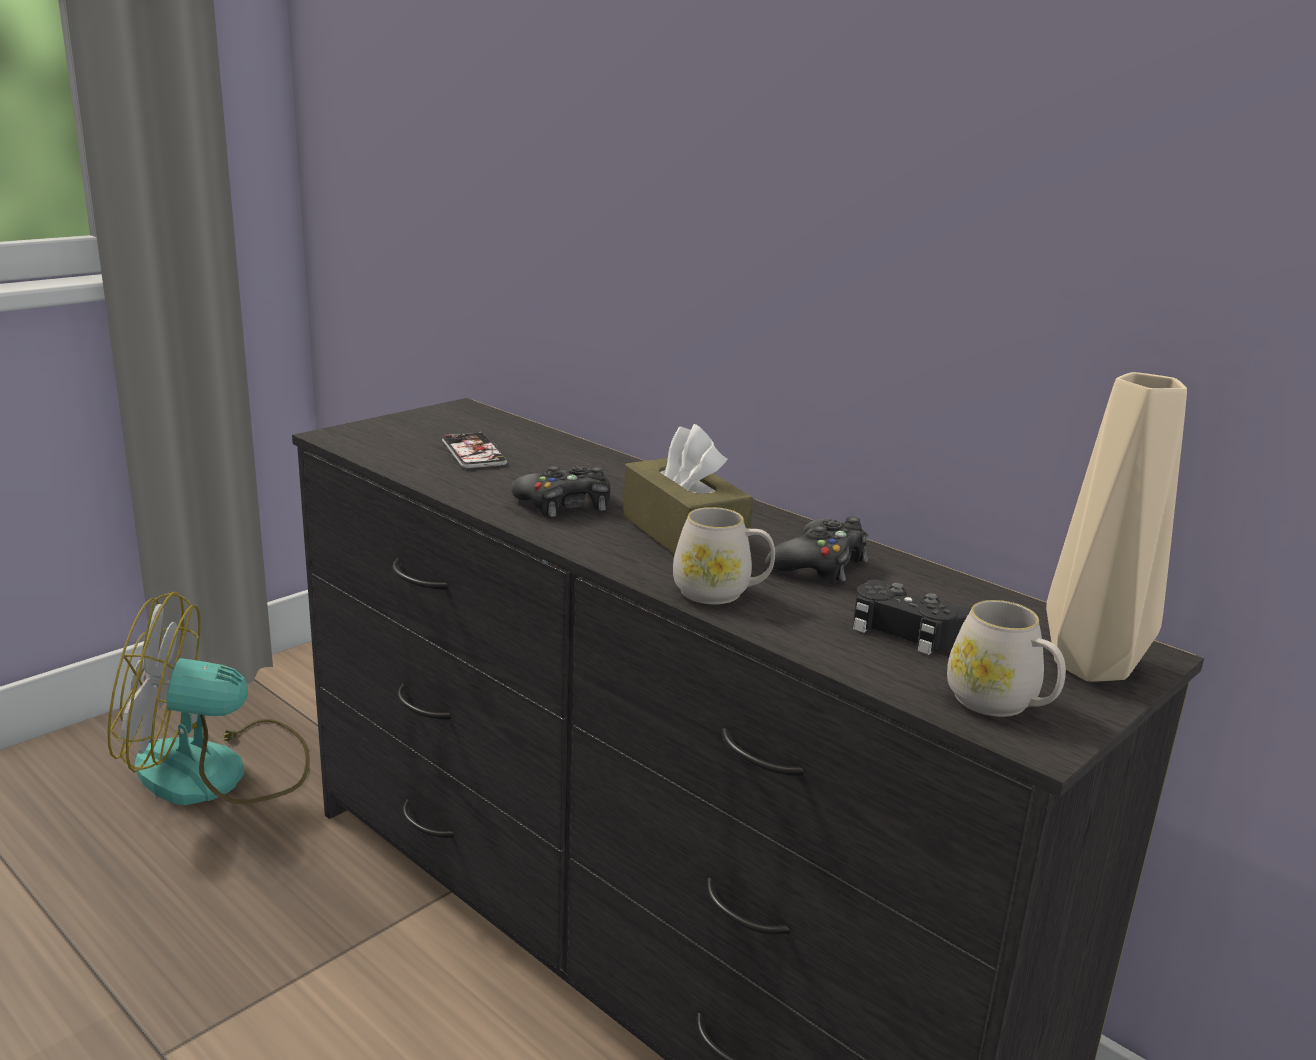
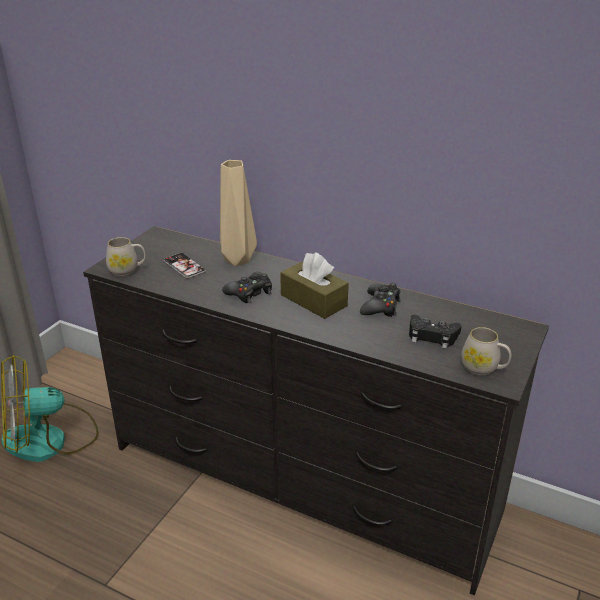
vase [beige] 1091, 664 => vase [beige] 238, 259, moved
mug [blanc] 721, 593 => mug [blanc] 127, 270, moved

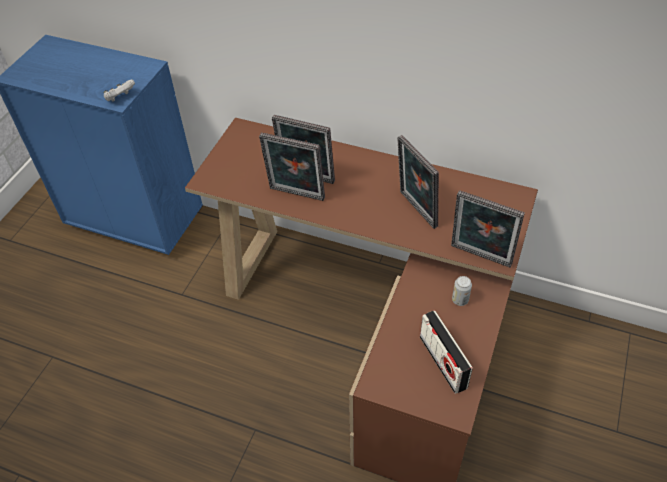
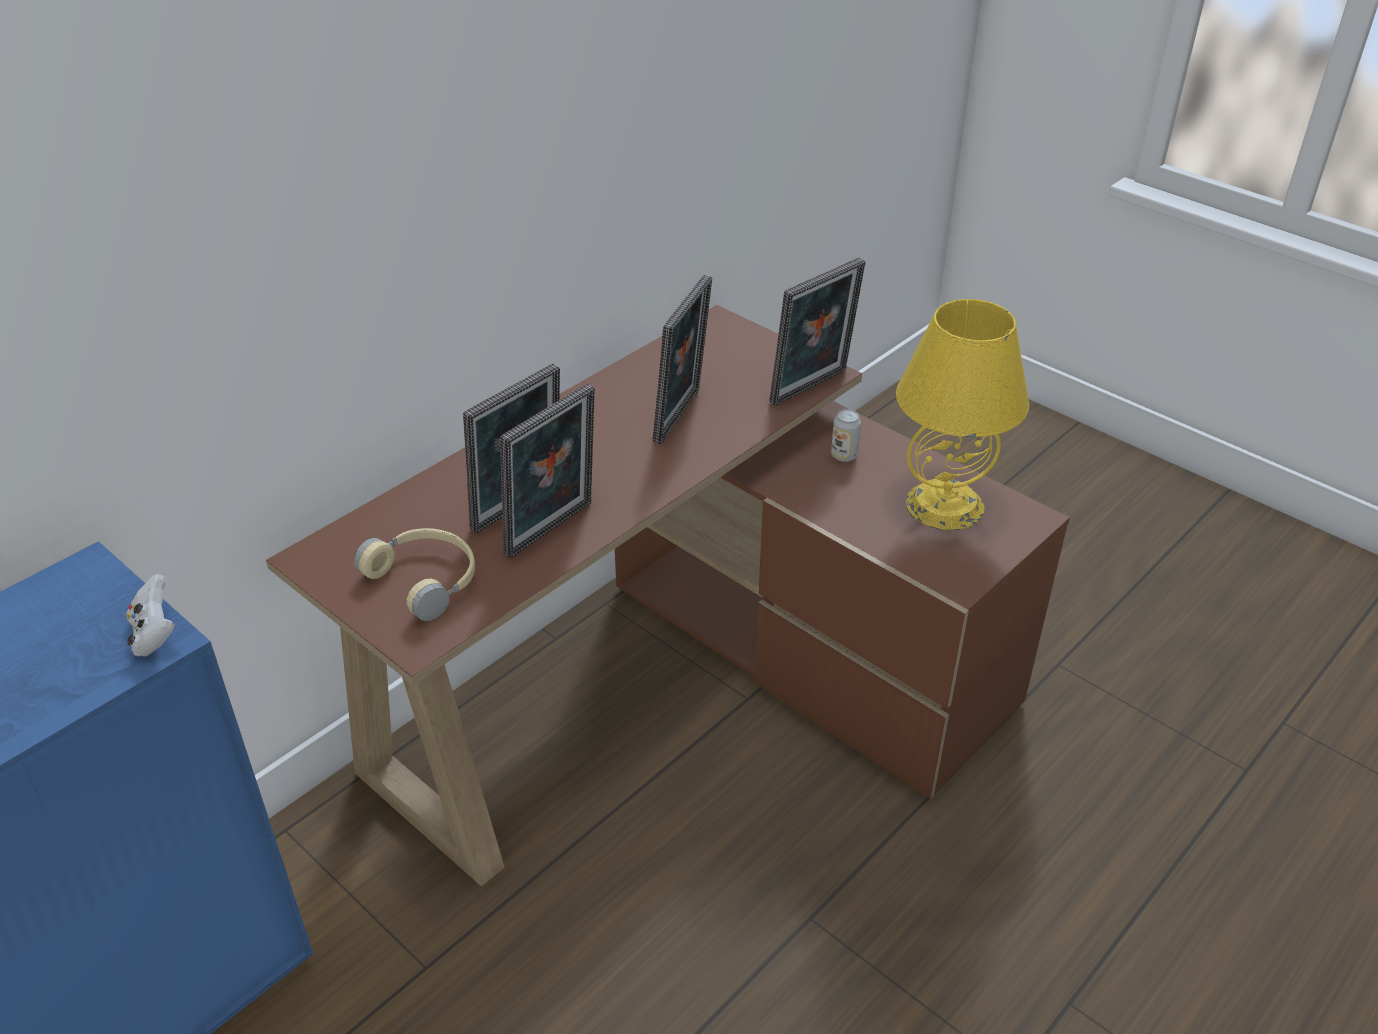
cadre photo 415, 210 => cadre photo 682, 417, 60 degrees counterclockwise
radio 443, 362 => lampe de table [jaune] 945, 504
nothing => casque audio [beige] 426, 579

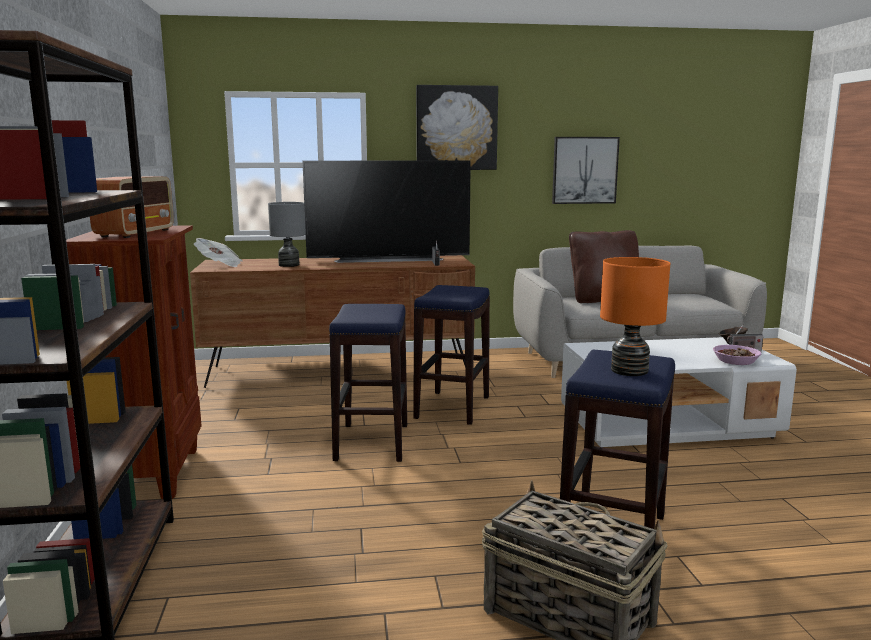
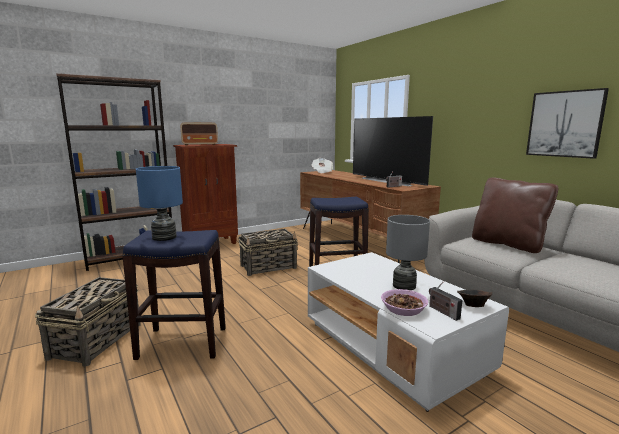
tableau 456, 128 => nothing
lampe de table [gris] 289, 265 => lampe de table [gris] 404, 286, moved
lampe de table [orange] 629, 371 => lampe de table [bleu] 164, 237
tabouret 372, 443 => panier 269, 267

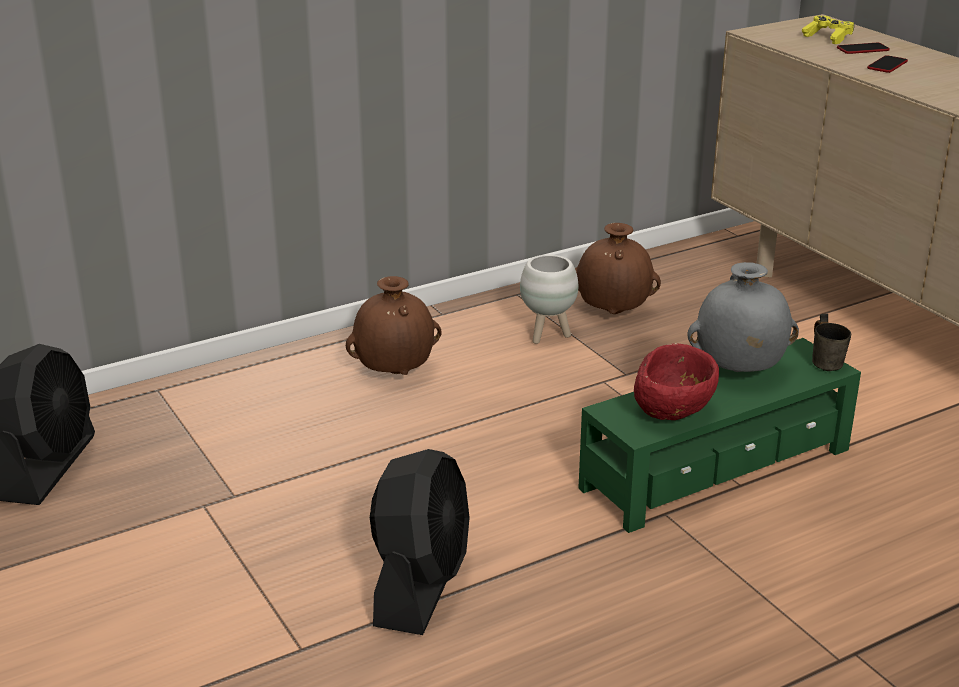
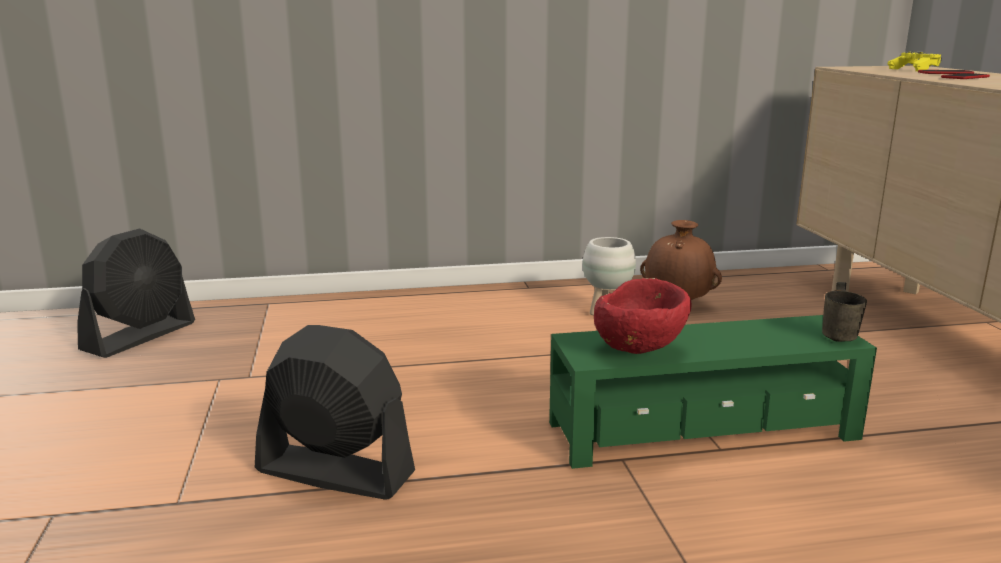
vase [gris] 738, 371 => nothing
vase [marron] 396, 372 => nothing
ventilateur [noir] 420, 584 => ventilateur [noir] 334, 472, 105 degrees counterclockwise

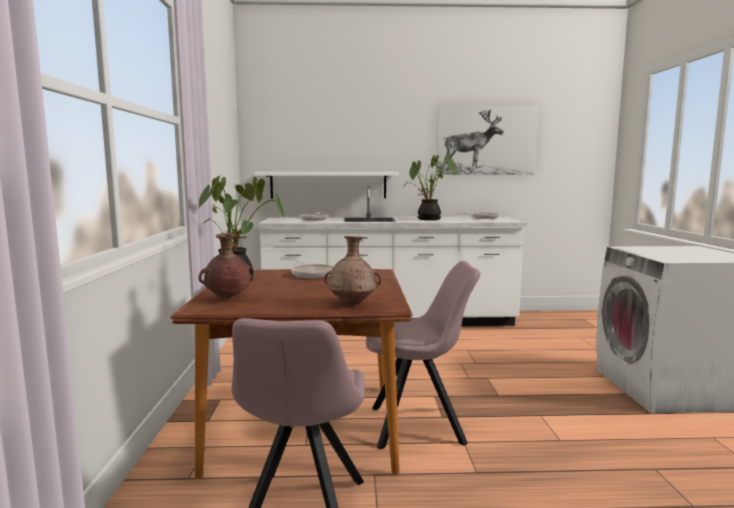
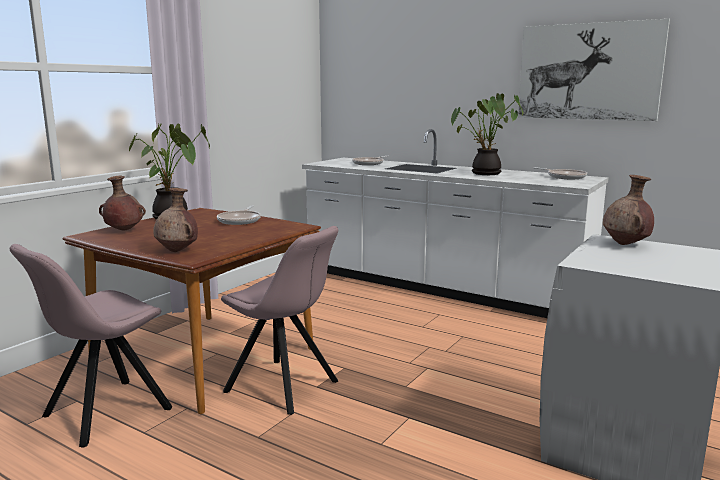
étagère [blanc] 328, 185 => nothing
nothing => vase [marron] 626, 244

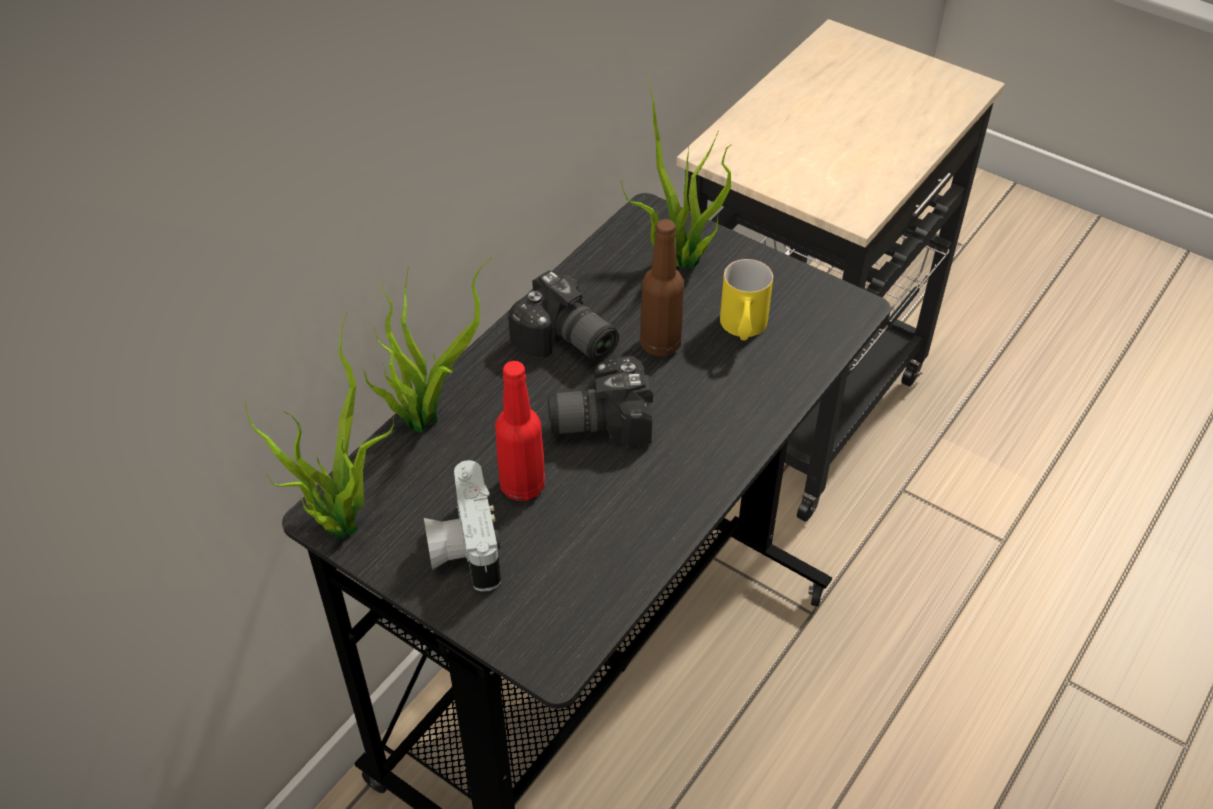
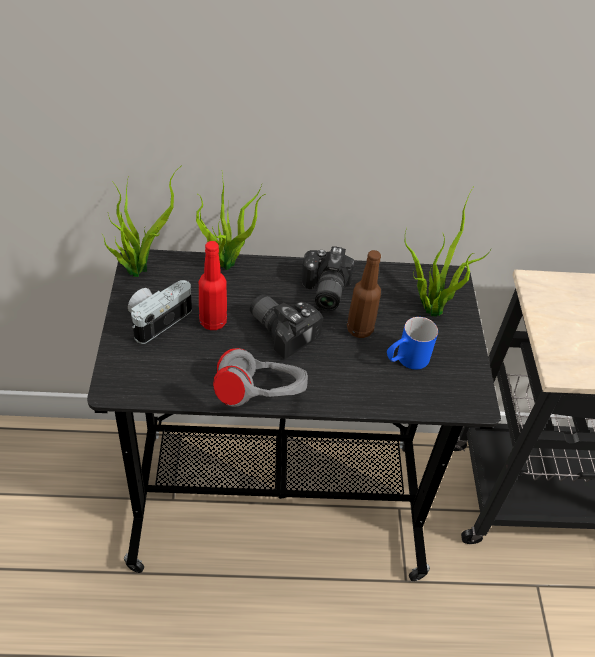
mug [jaune] 743, 330 => mug [bleu] 406, 360
nothing => casque audio [gris] 260, 397

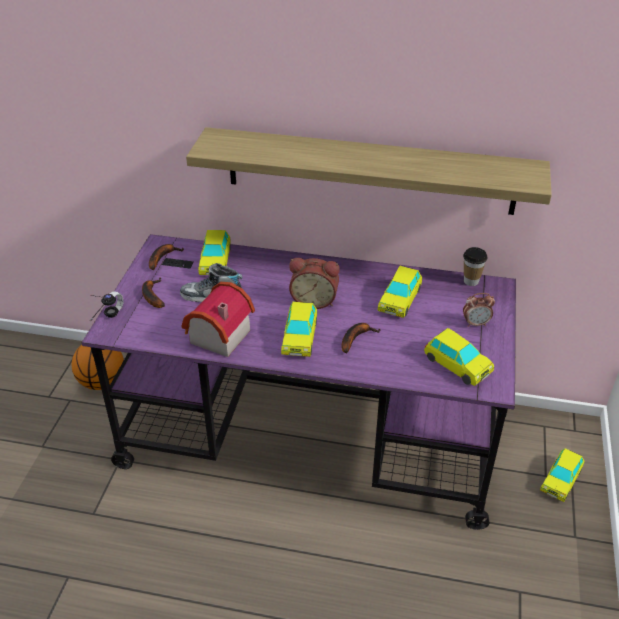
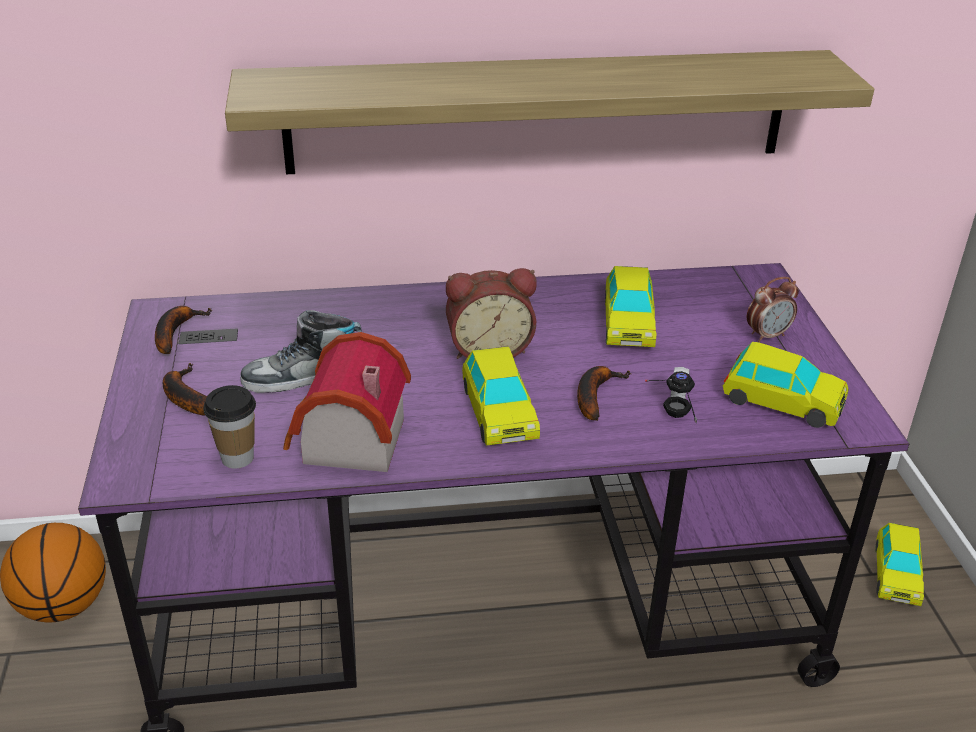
petite voiture 215, 261 => nothing
tasse 471, 281 => tasse 237, 458, moved
casque audio 102, 318 => casque audio 666, 422, moved

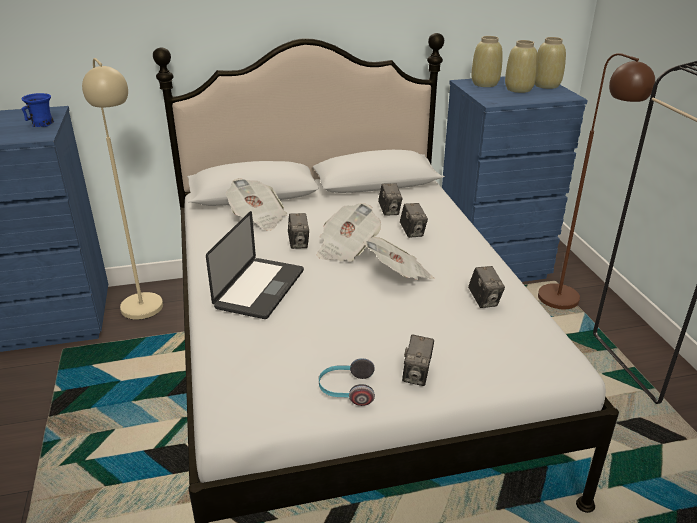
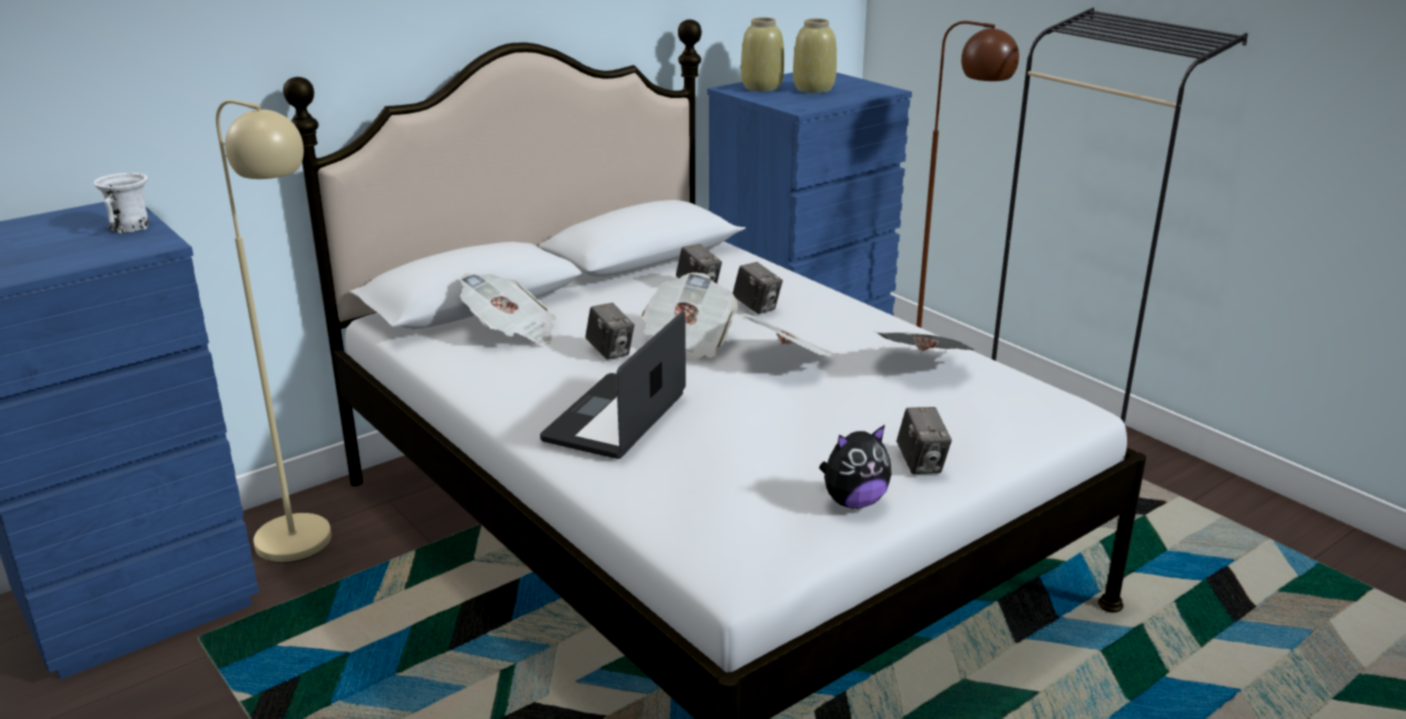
vase [beige] 546, 85 => nothing
mug [bleu] 42, 124 => mug [blanc] 131, 227
ordinateur portable 260, 289 => ordinateur portable 615, 418, 150 degrees counterclockwise
appareil photo 484, 300 => journal 922, 366
casque audio 346, 390 => peluche 853, 502

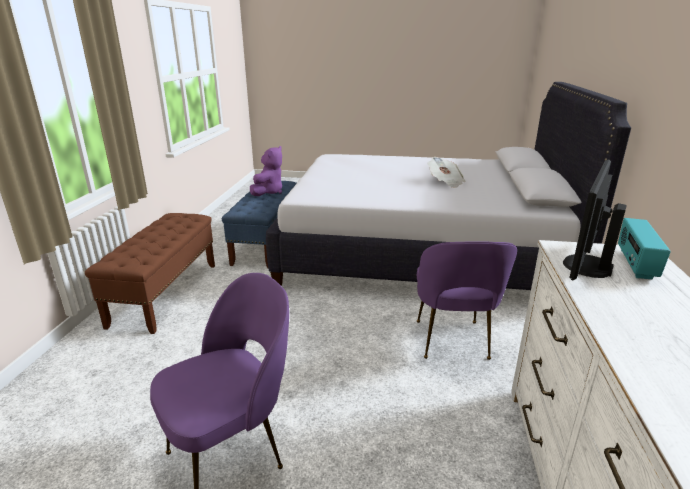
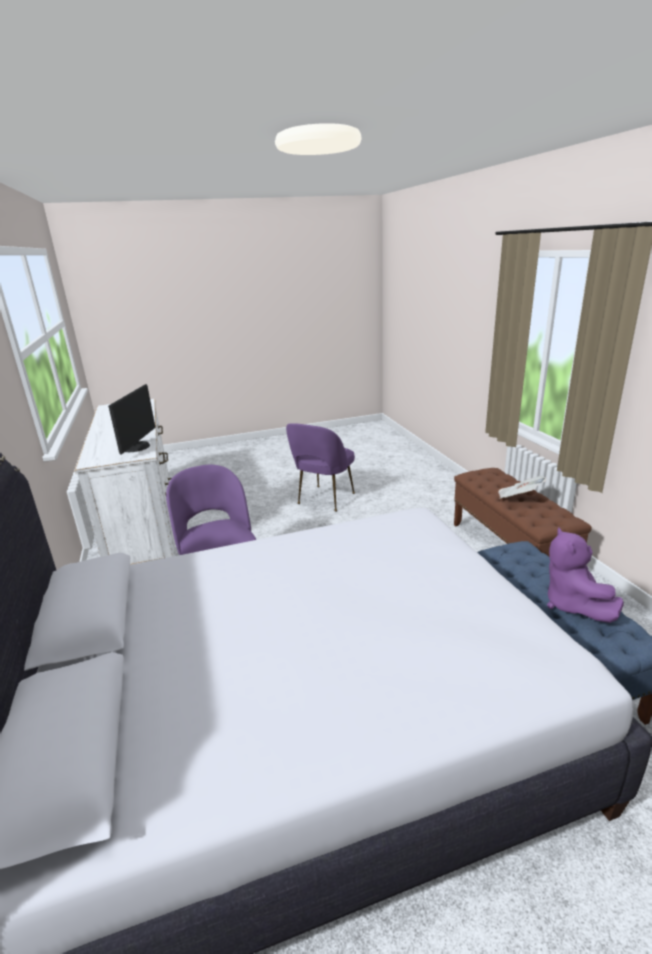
journal 445, 182 => journal 518, 497, moved
radio 635, 264 => nothing

